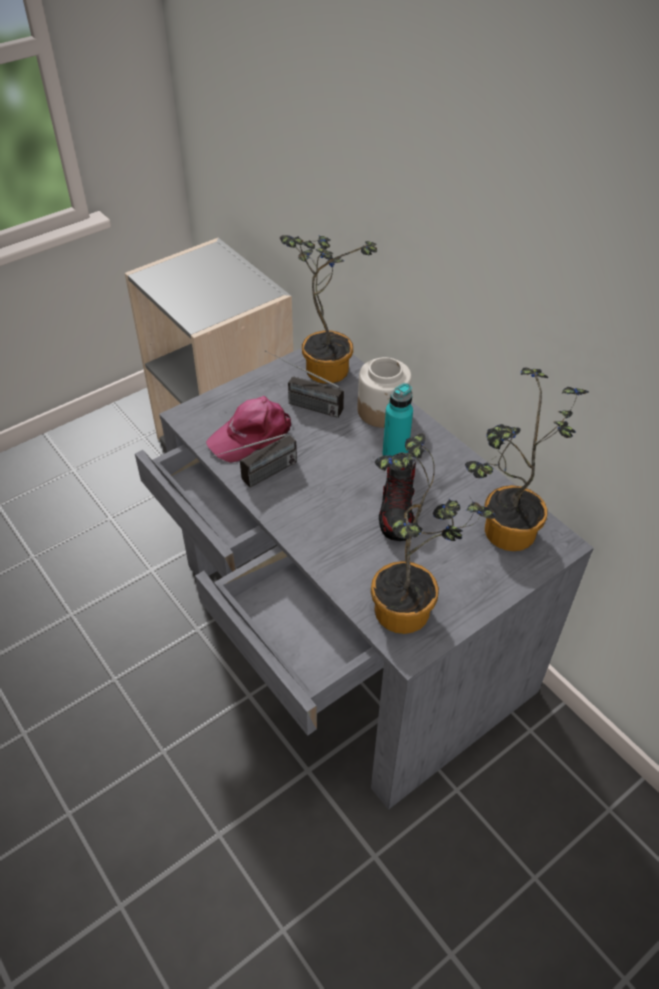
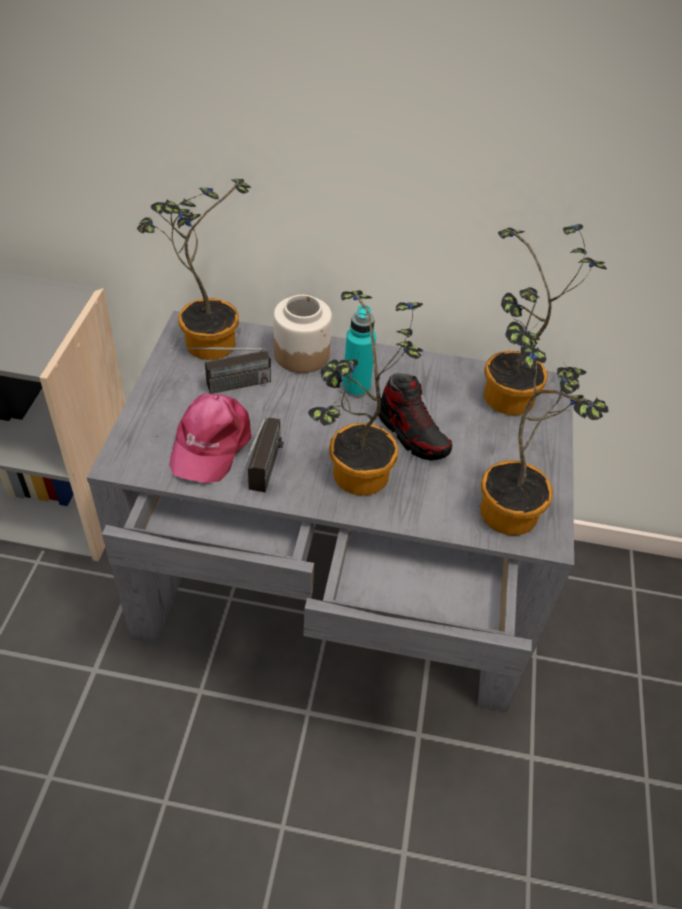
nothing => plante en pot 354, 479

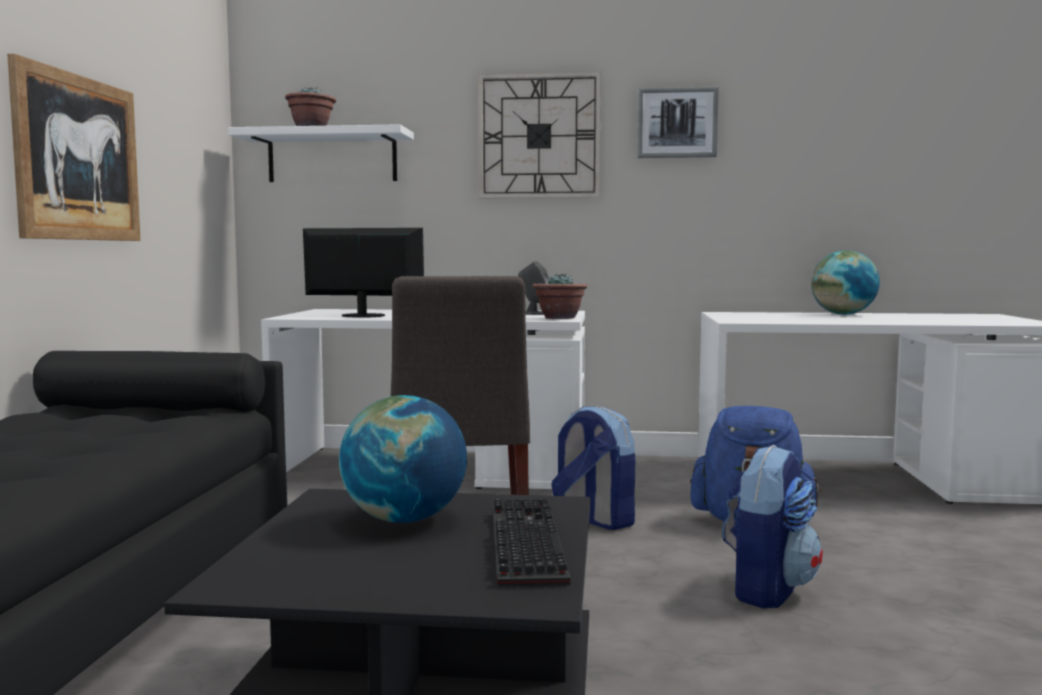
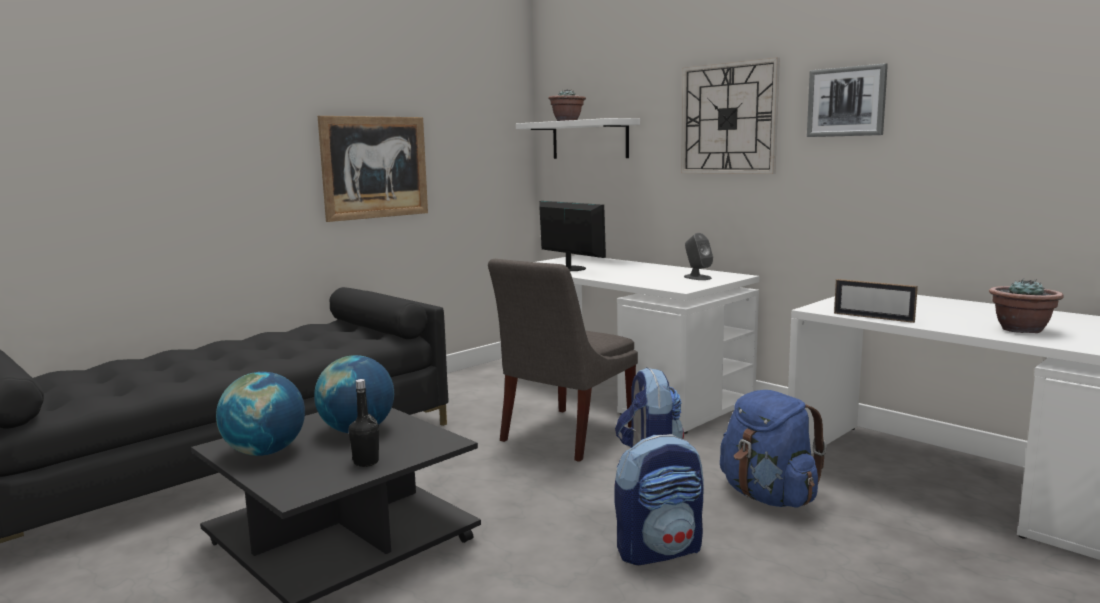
globe 843, 314 => globe 265, 452, moved
plante en pot 559, 318 => plante en pot 1021, 329, moved
clavier 522, 544 => bouteille [noir] 366, 462
nothing => cadre photo 873, 317

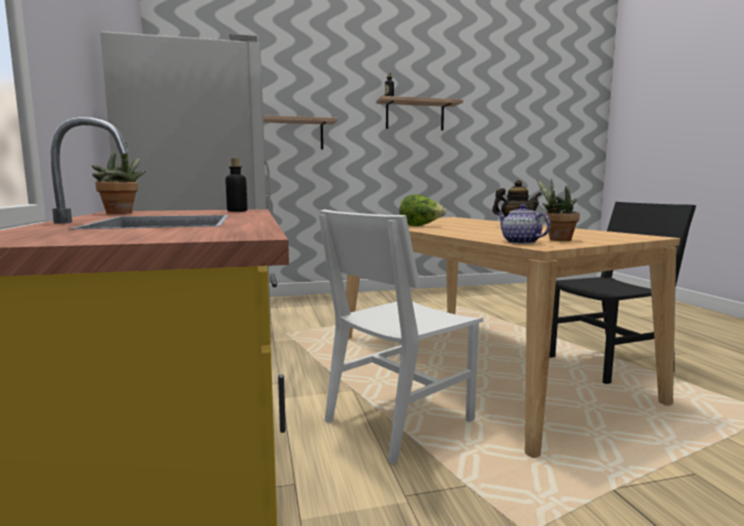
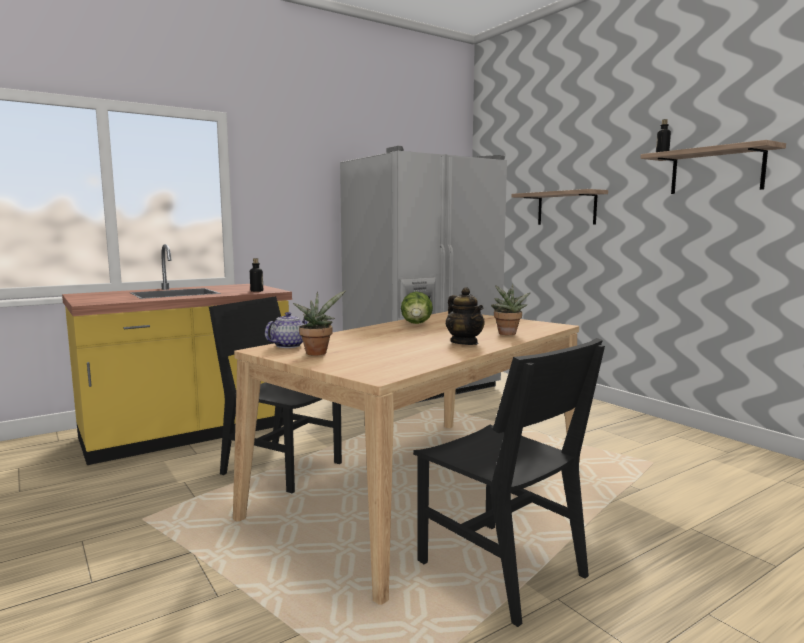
plante en pot 122, 213 => plante en pot 507, 334, moved
chaise [blanc] 399, 421 => chaise [noir] 282, 468

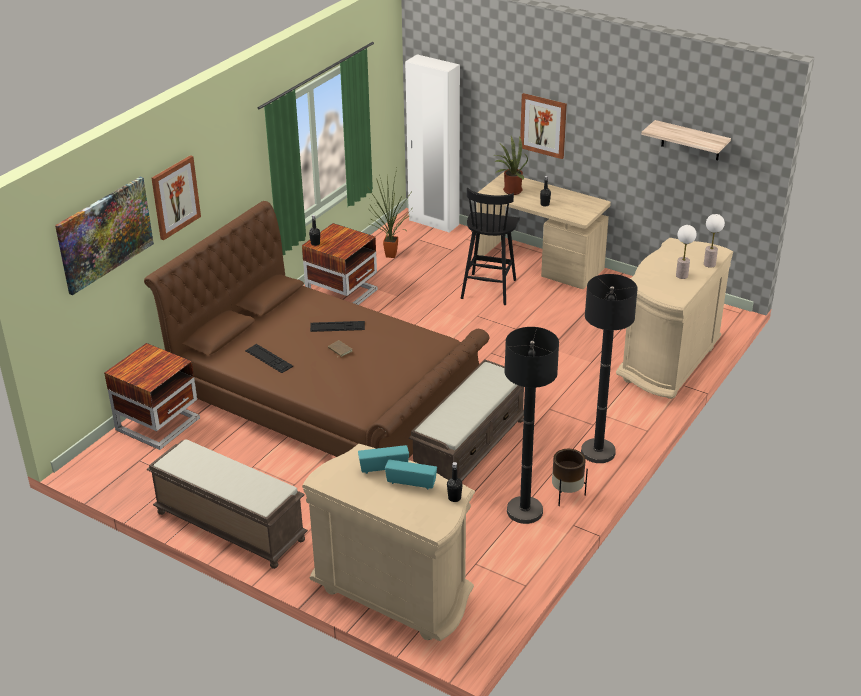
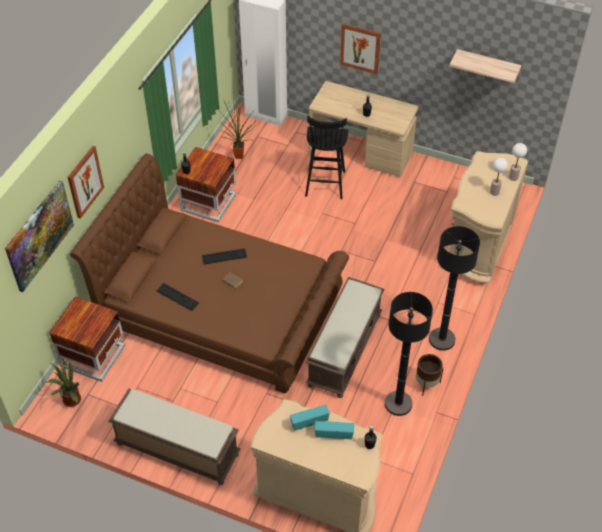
plante en pot 510, 191 => plante en pot 70, 400, moved

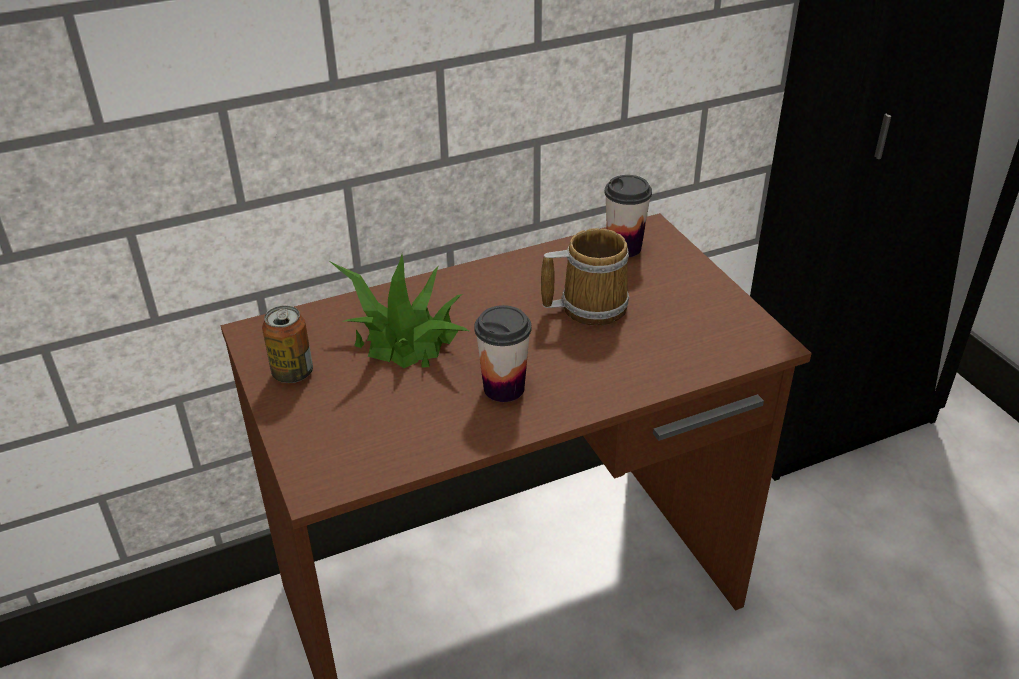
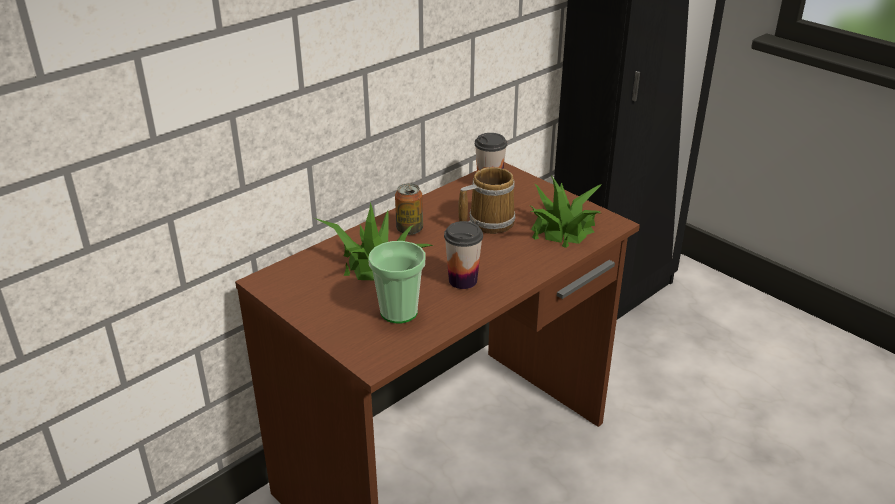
boîte métallique 292, 373 => boîte métallique 409, 229, moved
nothing => plante en pot 562, 229
nothing => tasse 399, 312

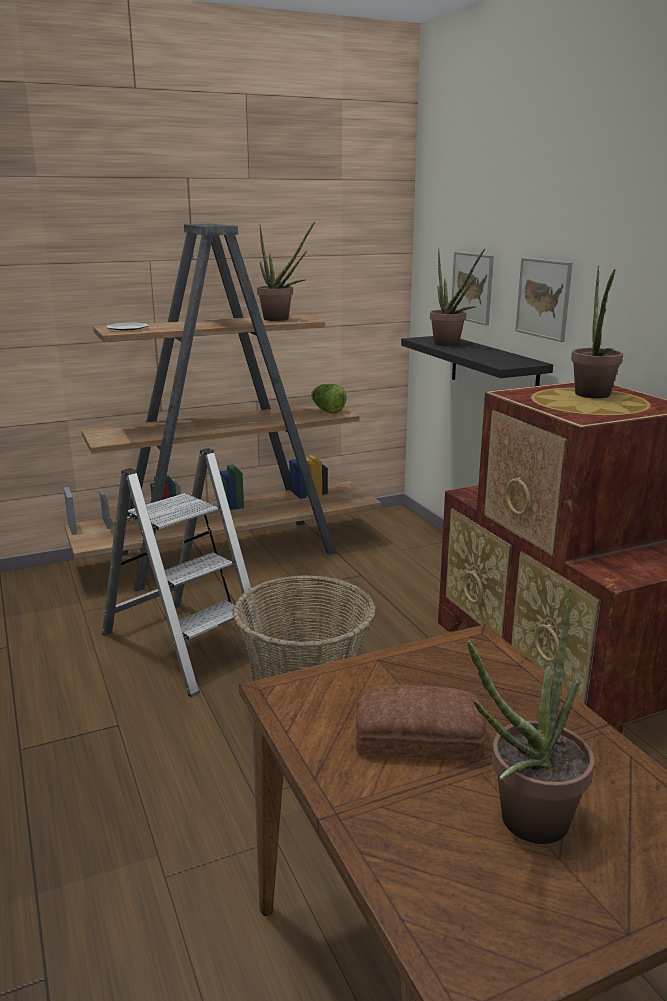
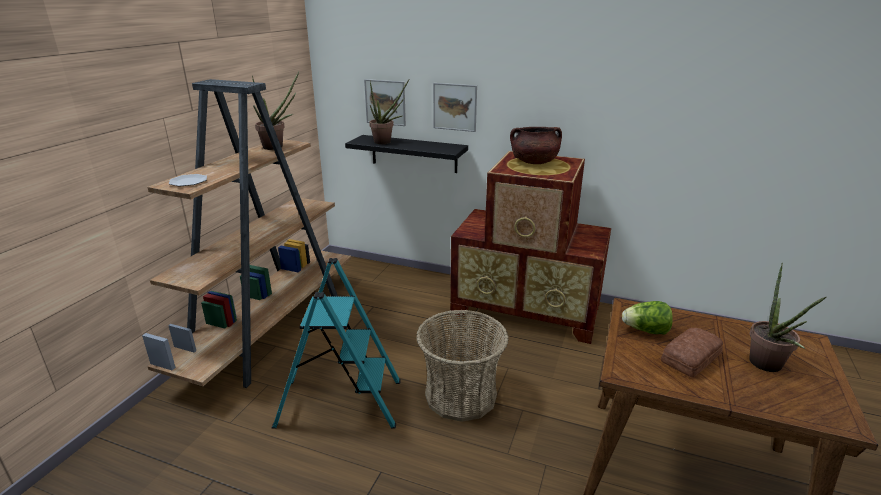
plante en pot 592, 396 => marmite [marron] 534, 162
laitue 327, 411 => laitue 646, 331, moved
escabeau [gris] 182, 644 => escabeau [turquoise] 338, 402

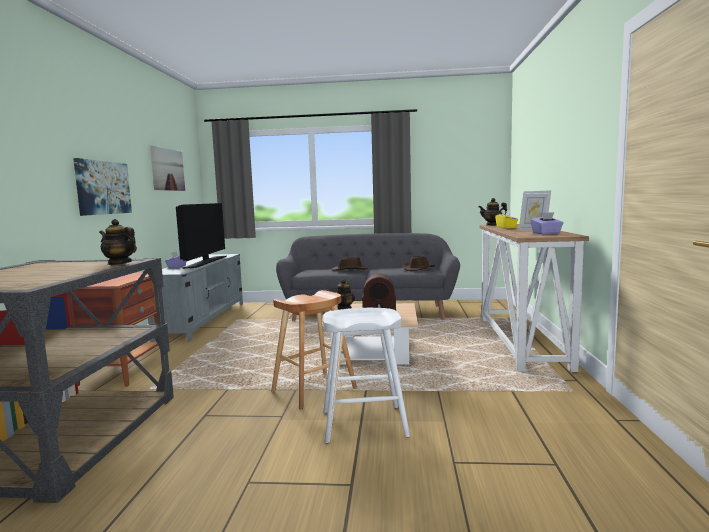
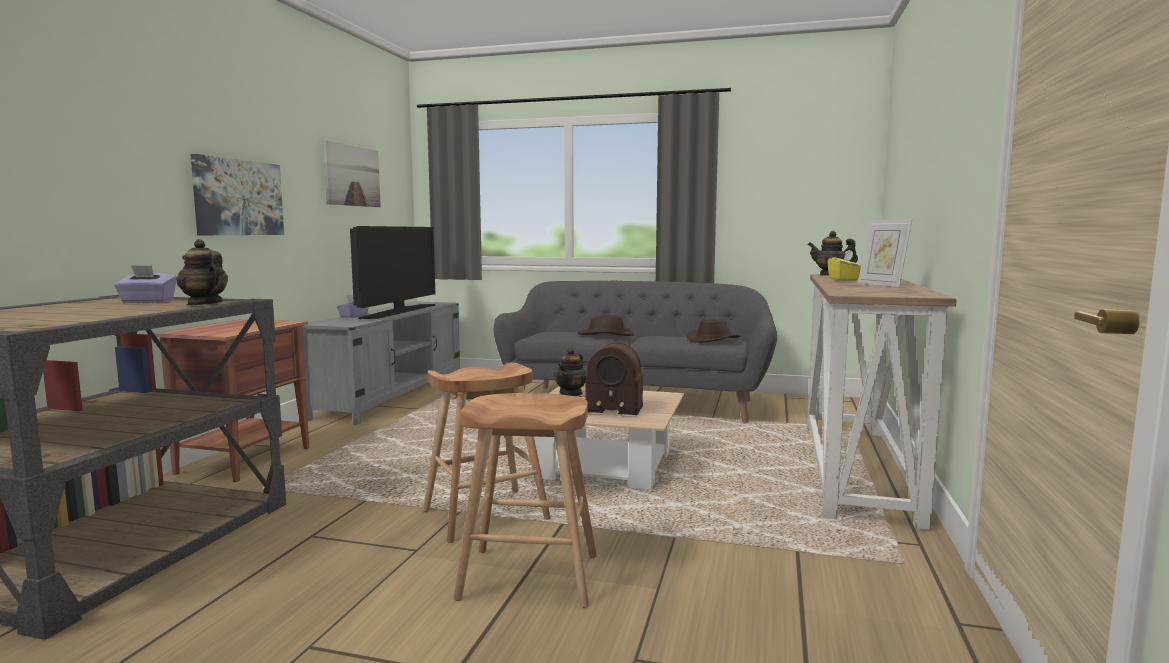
boîte à mouchoirs [violet] 546, 233 => boîte à mouchoirs [violet] 147, 301, moved
tabouret [blanc] 363, 423 => tabouret [marron] 528, 577

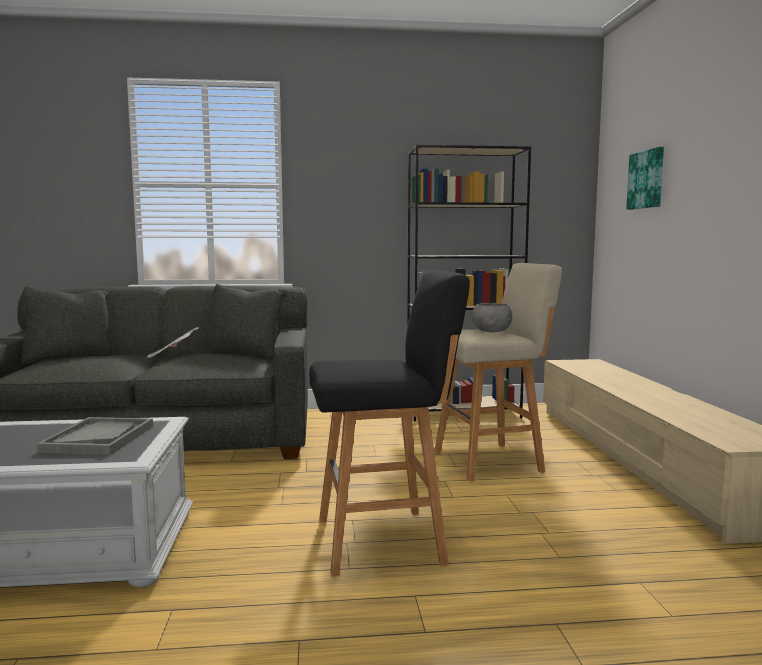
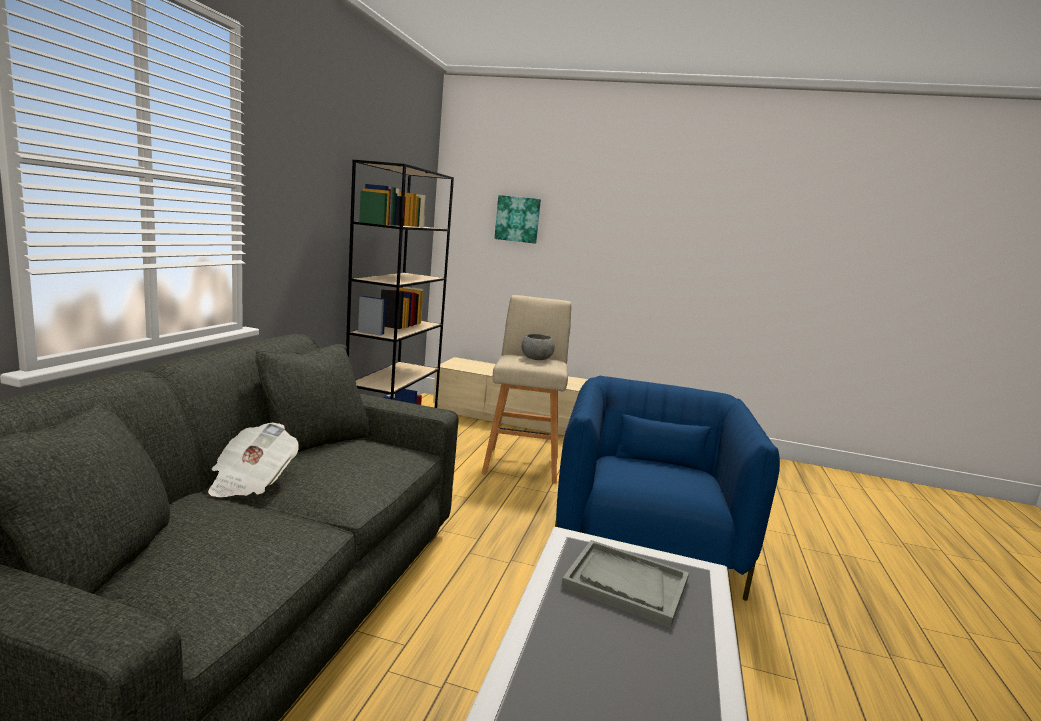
tabouret [noir] 384, 540 => fauteuil [bleu] 645, 543

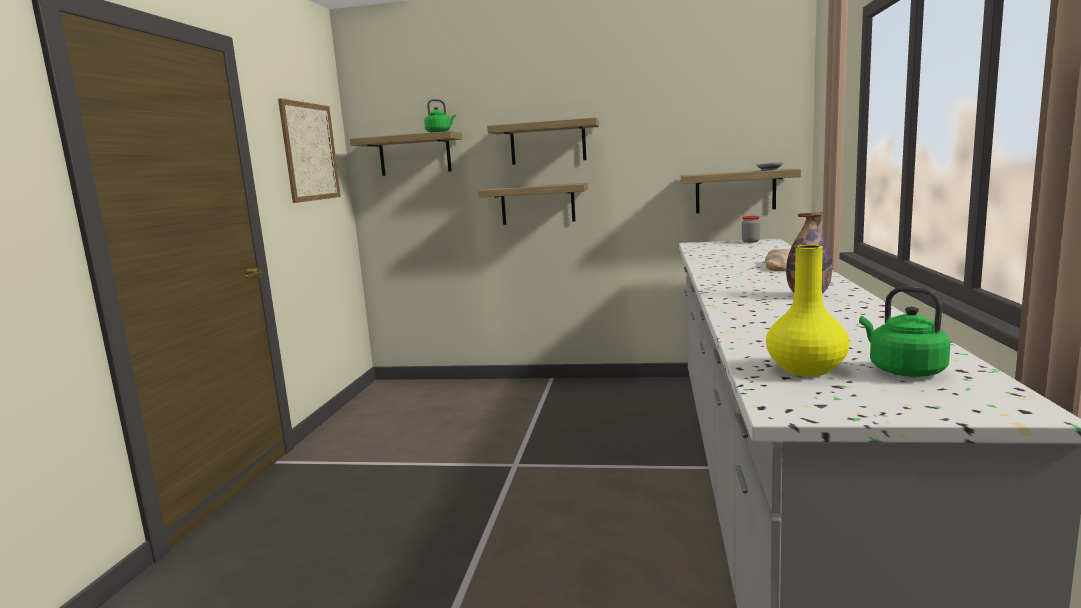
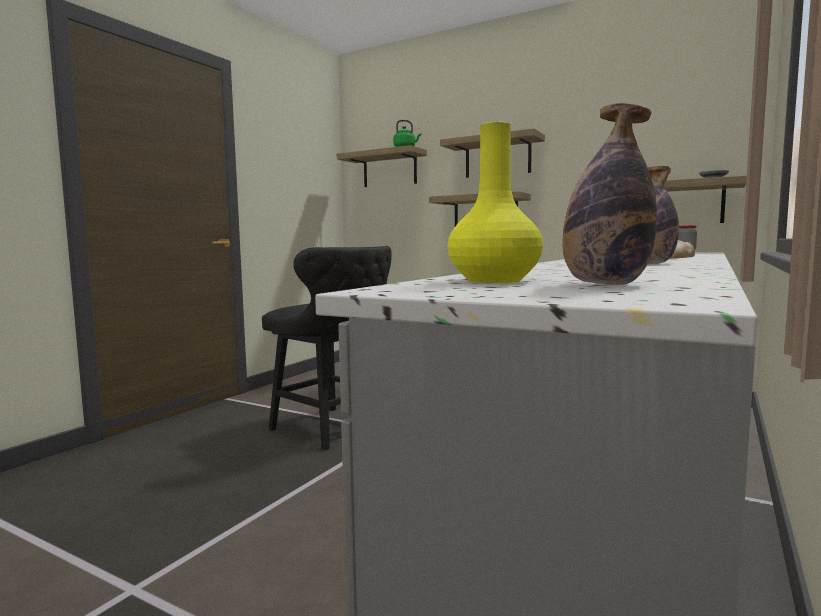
tableau 310, 150 => nothing
bouilloire [vert] 903, 370 => bouteille 605, 284
nothing => tabouret [noir] 333, 429

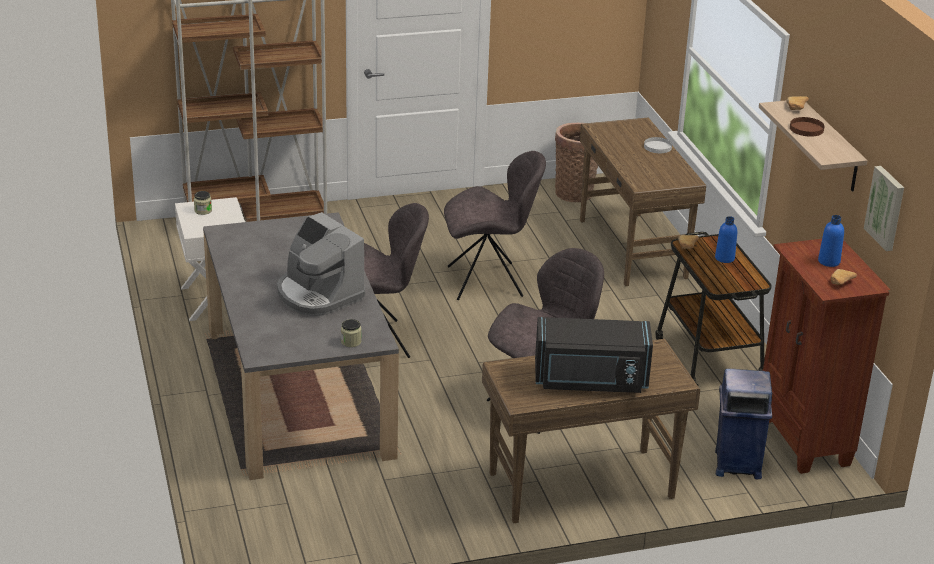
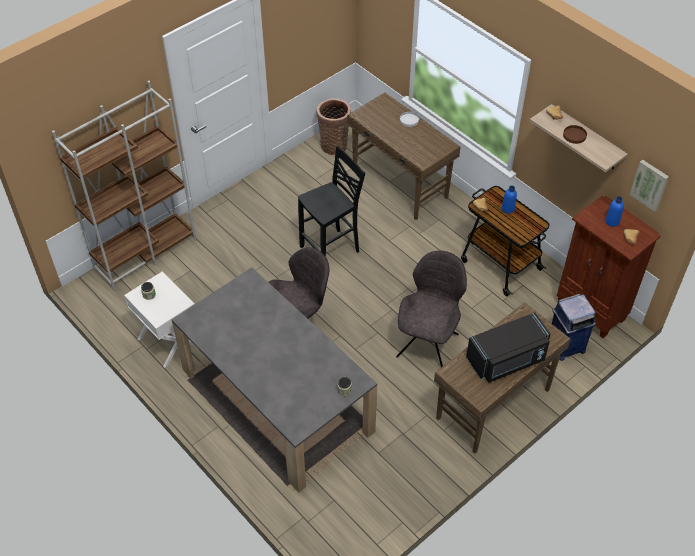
chaise [gris] 488, 281 => tabouret [noir] 331, 250
machine à café 318, 294 => nothing

